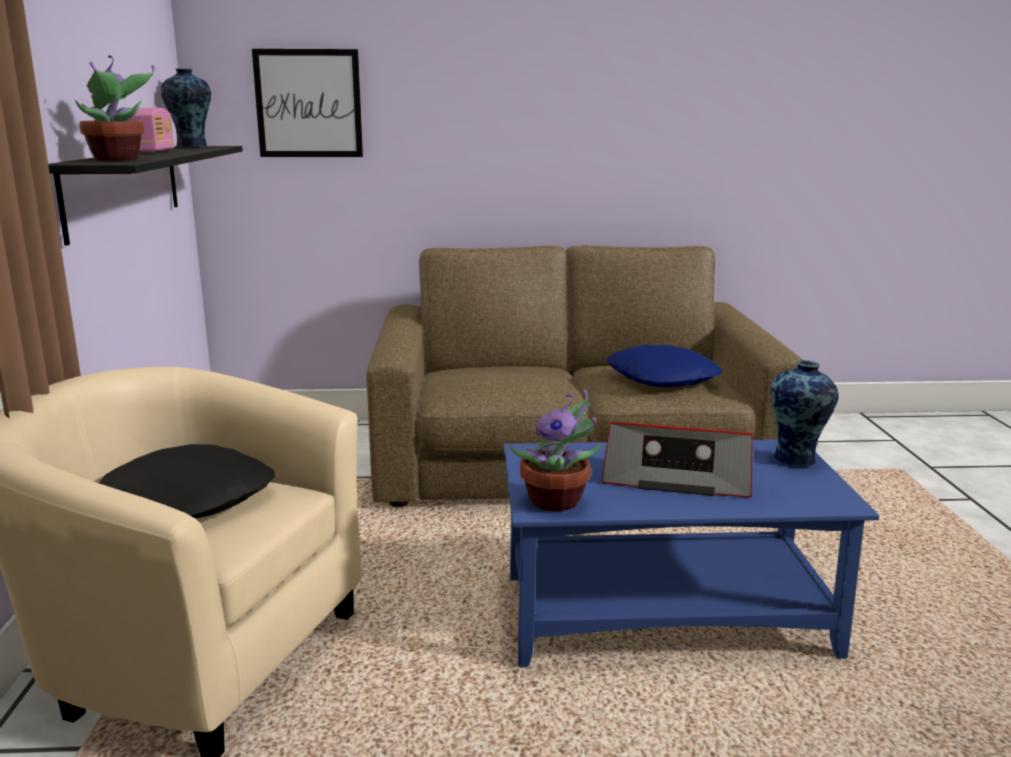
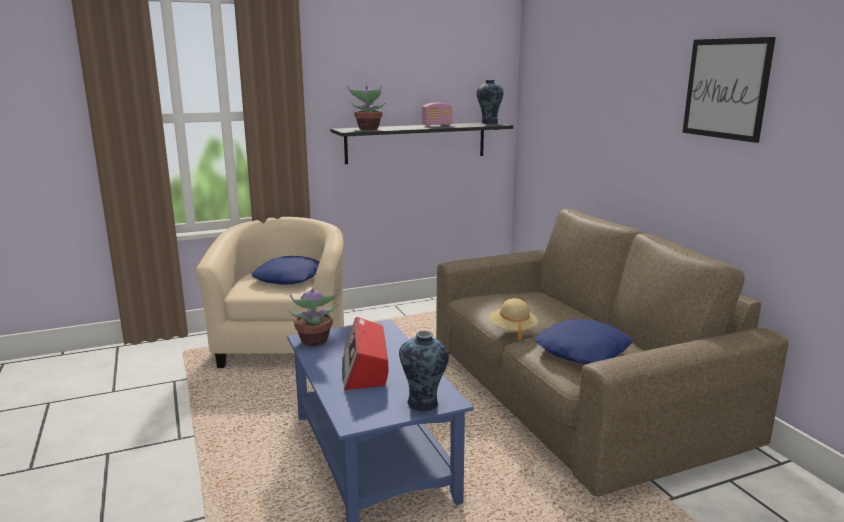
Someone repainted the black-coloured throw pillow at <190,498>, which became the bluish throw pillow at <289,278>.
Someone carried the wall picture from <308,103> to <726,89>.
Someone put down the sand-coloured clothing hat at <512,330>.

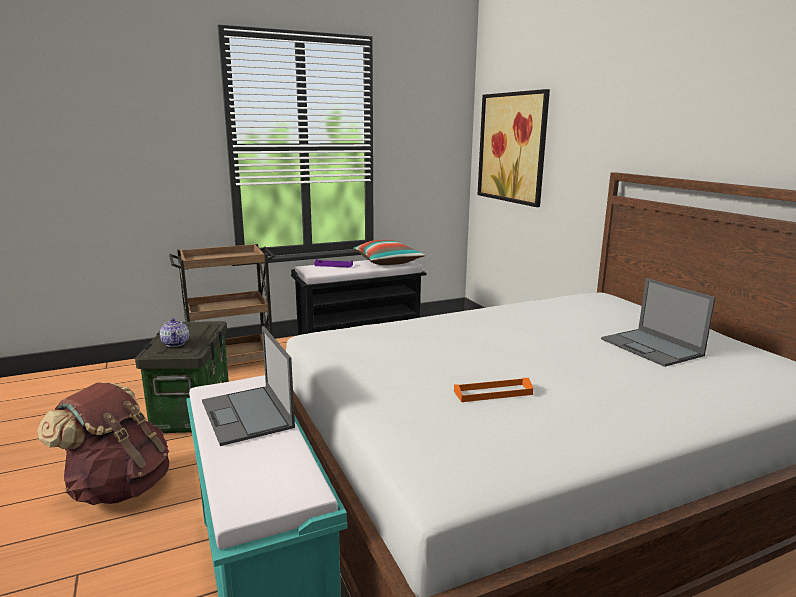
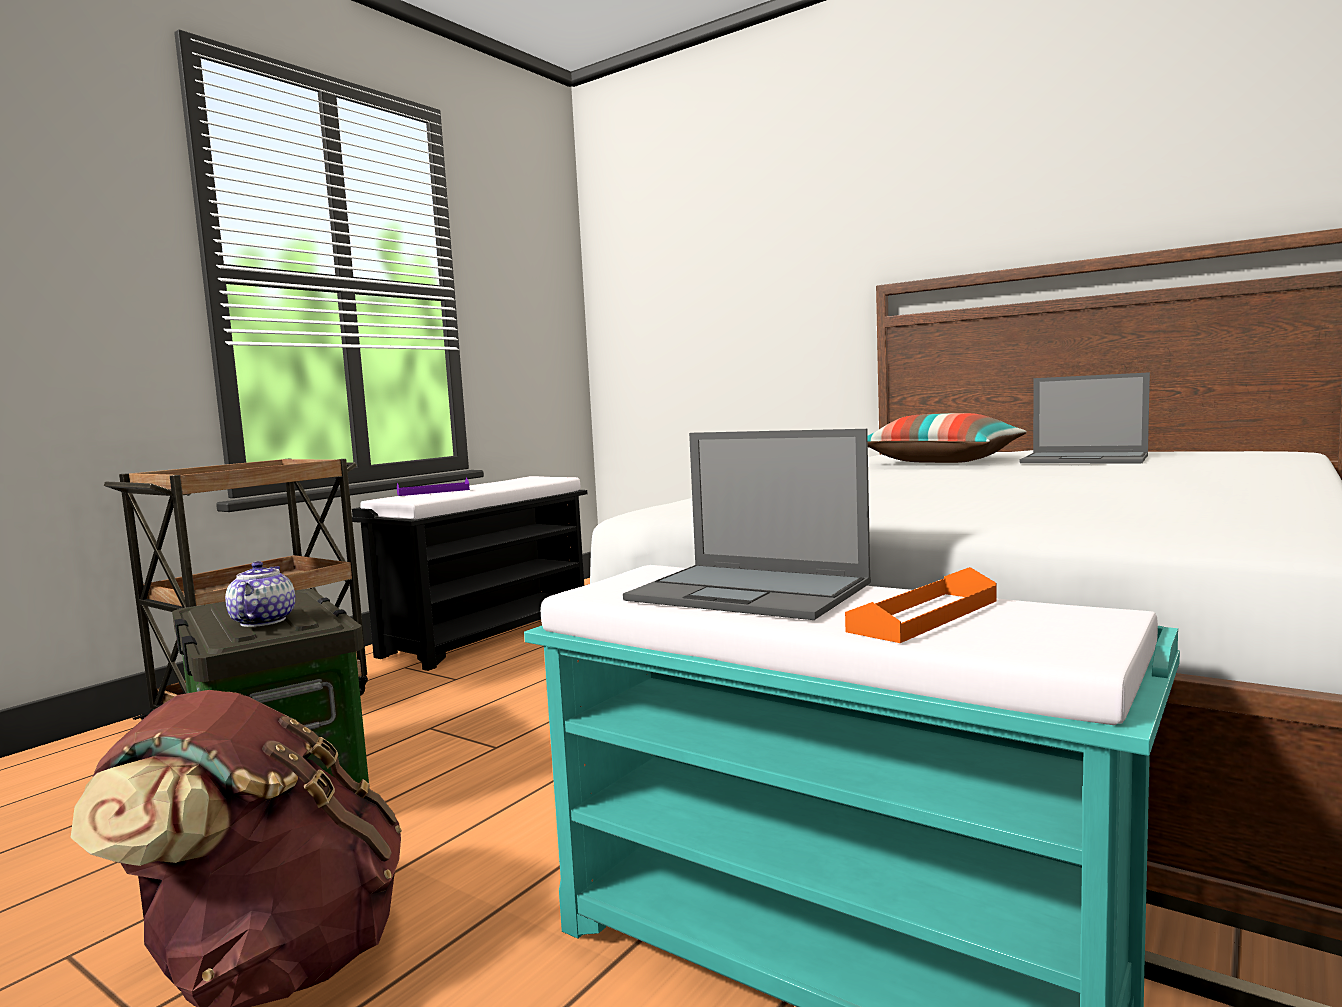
Someone rotated the tea pot at <176,343> by 135 degrees counterclockwise.
Someone carried the throw pillow from <387,262> to <942,461>.
Someone carried the orange-coloured carrying tray from <493,393> to <924,616>.
Someone took away the wall picture at <512,147>.

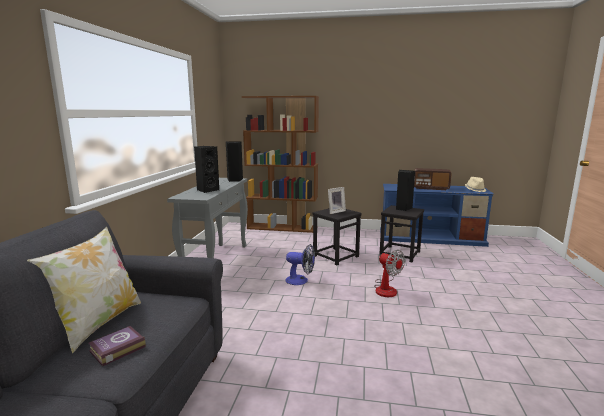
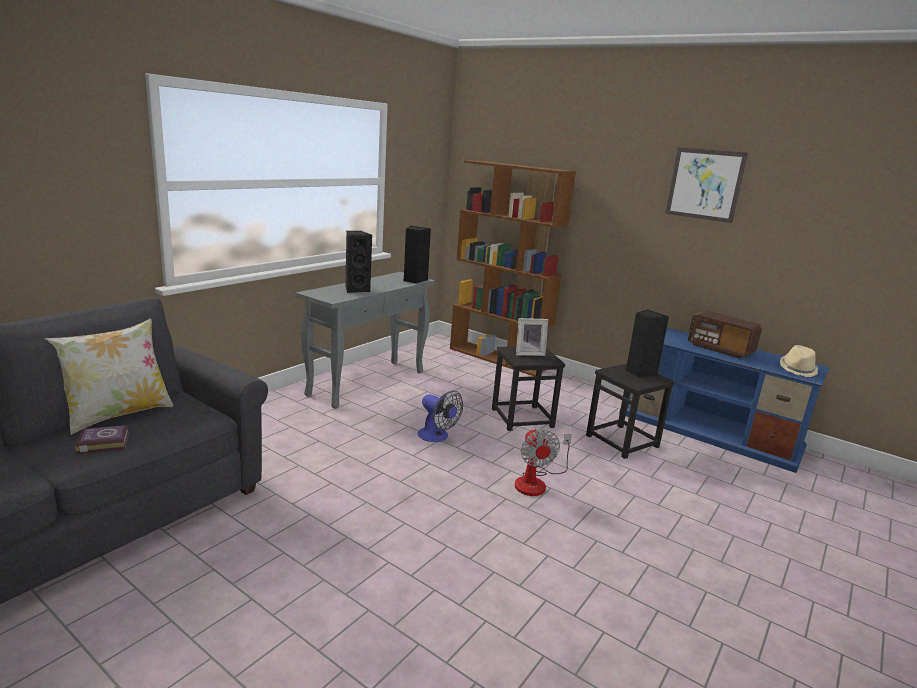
Someone put up the wall picture at <705,184>.

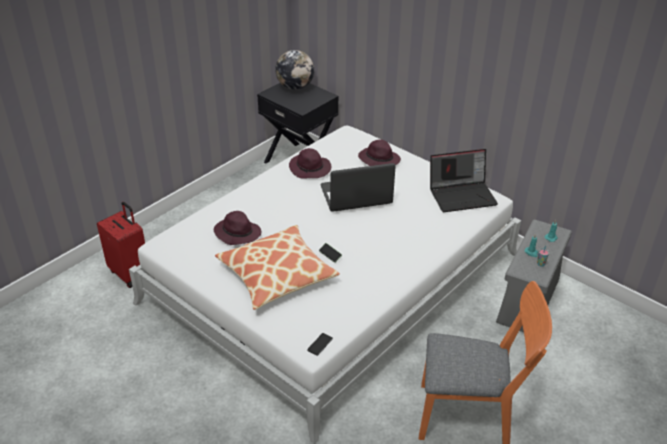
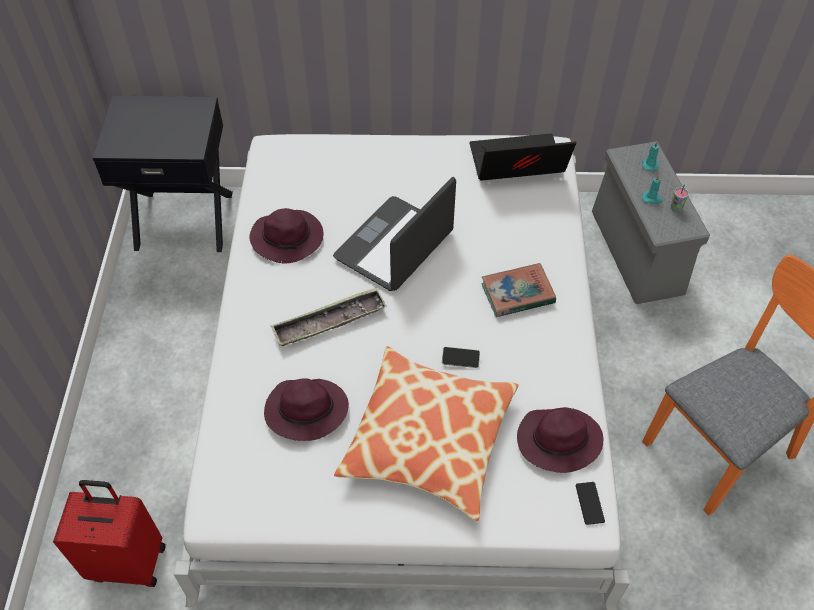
Someone took away the globe at <295,87>.
Someone carried the purple-coloured clothing hat from <378,159> to <557,442>.
Someone rotated the notebook computer at <462,195> by 135 degrees counterclockwise.
Someone put down the carrying tray at <329,321>.
Someone put down the volume at <517,293>.

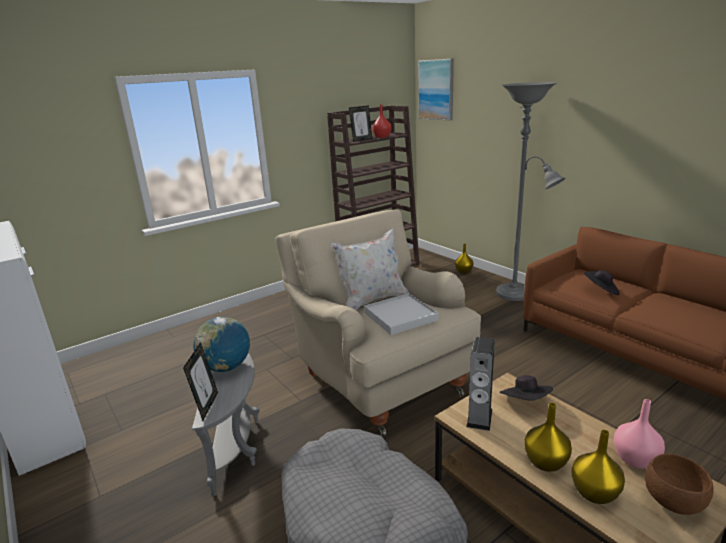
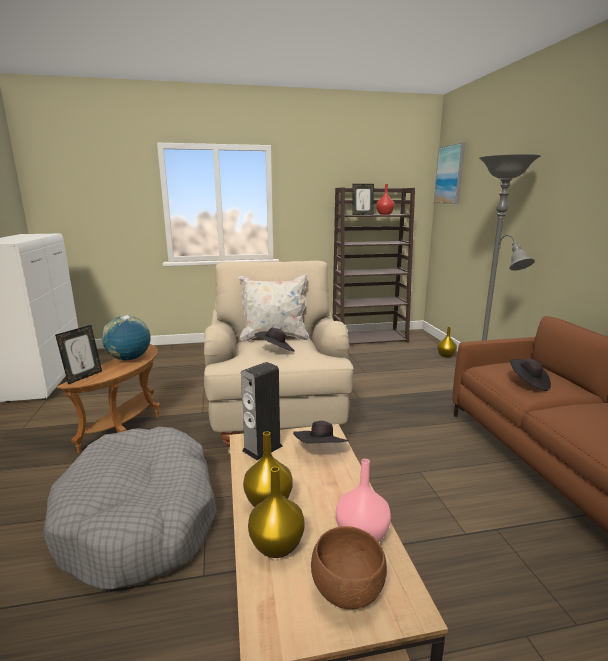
Someone repainted the gray end table at <237,444>, which became the brownish end table at <129,426>.
Someone swapped the whitish carrying tray at <400,316> for the black-coloured clothing hat at <275,351>.

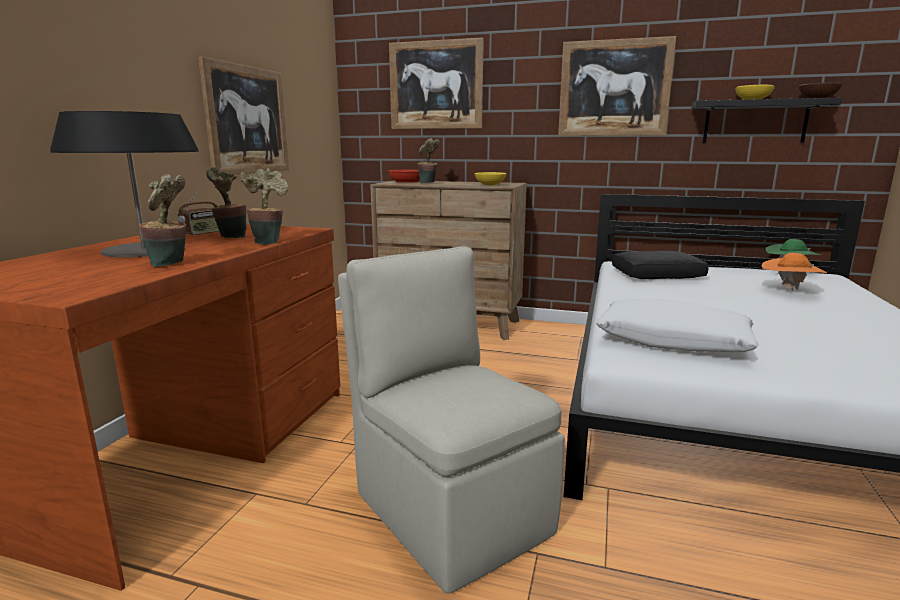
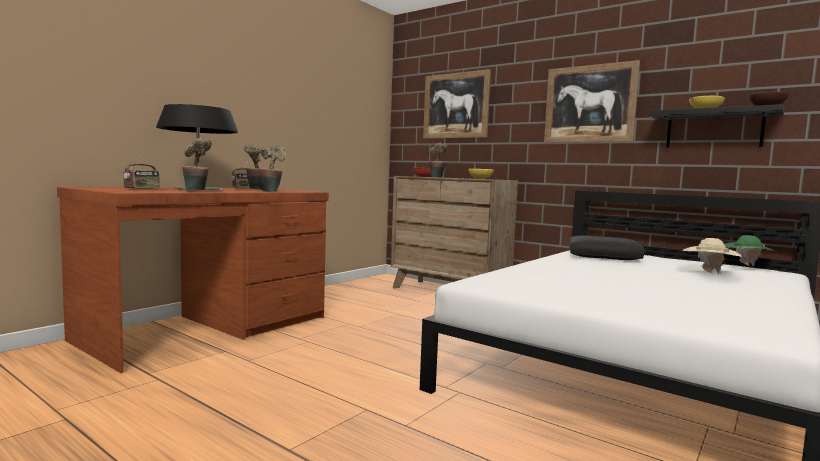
Someone took away the wall picture at <247,120>.
Someone took away the sand-coloured upright chair at <449,509>.
Someone took away the whitish throw pillow at <673,341>.
Someone repainted the orange-coloured clothing hat at <789,290>, which became the sand-coloured clothing hat at <708,273>.
Someone put down the radio set at <142,189>.

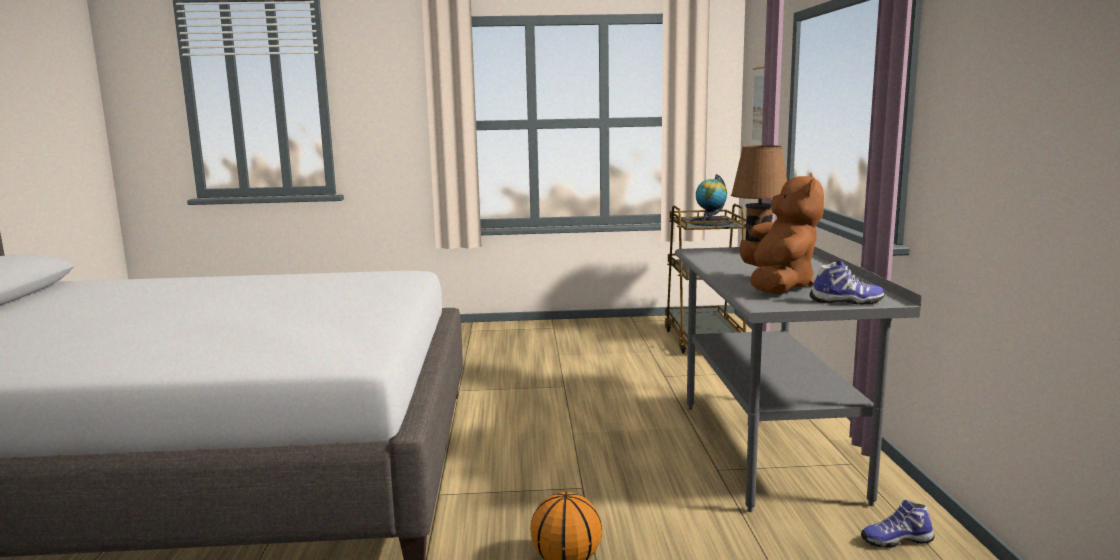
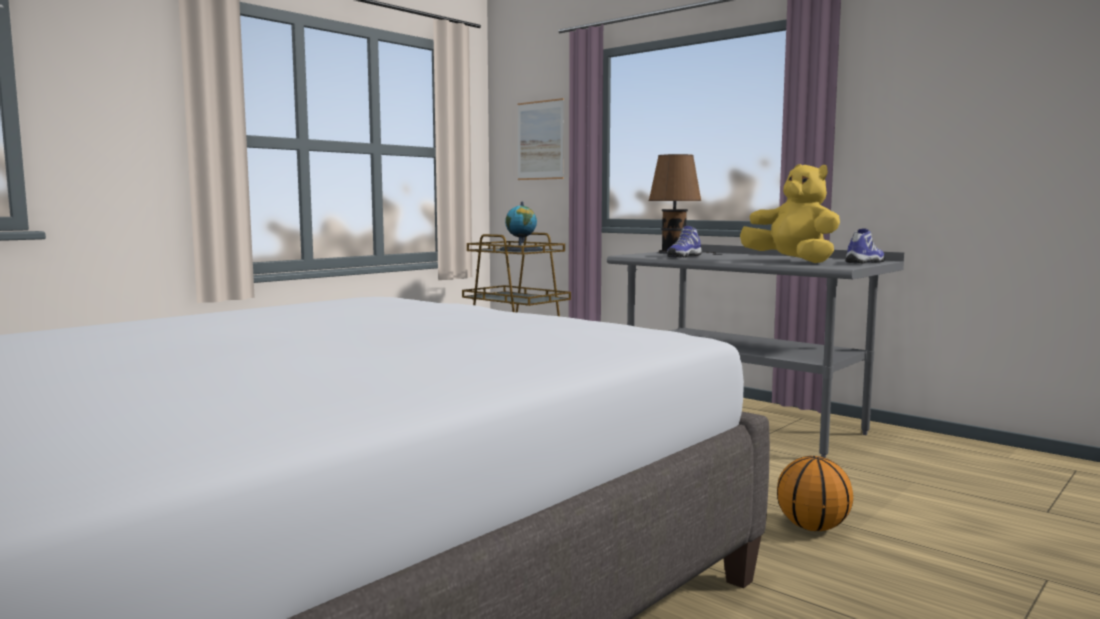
Someone repainted the brownish plush toy at <778,286>, which became the yellowish plush toy at <792,261>.
Someone carried the item of footwear from <896,540> to <683,256>.

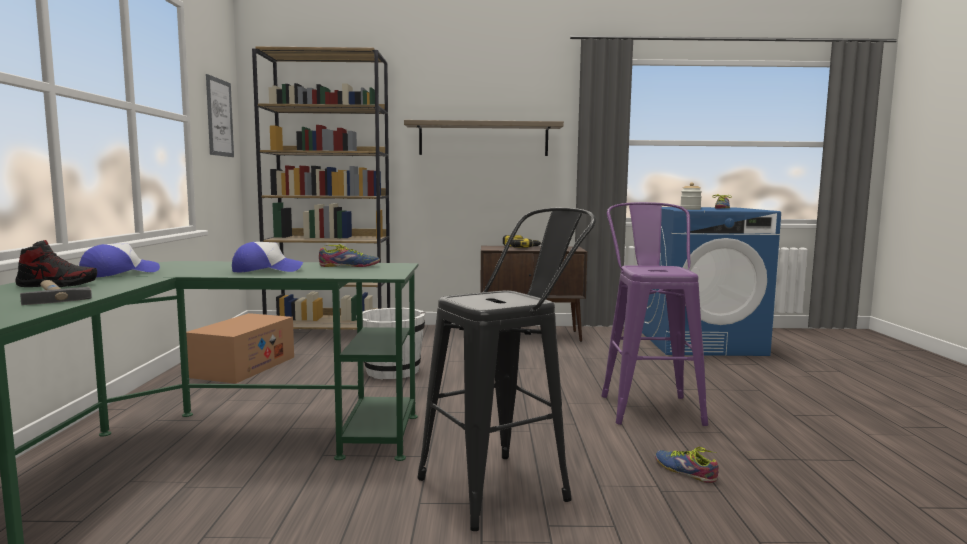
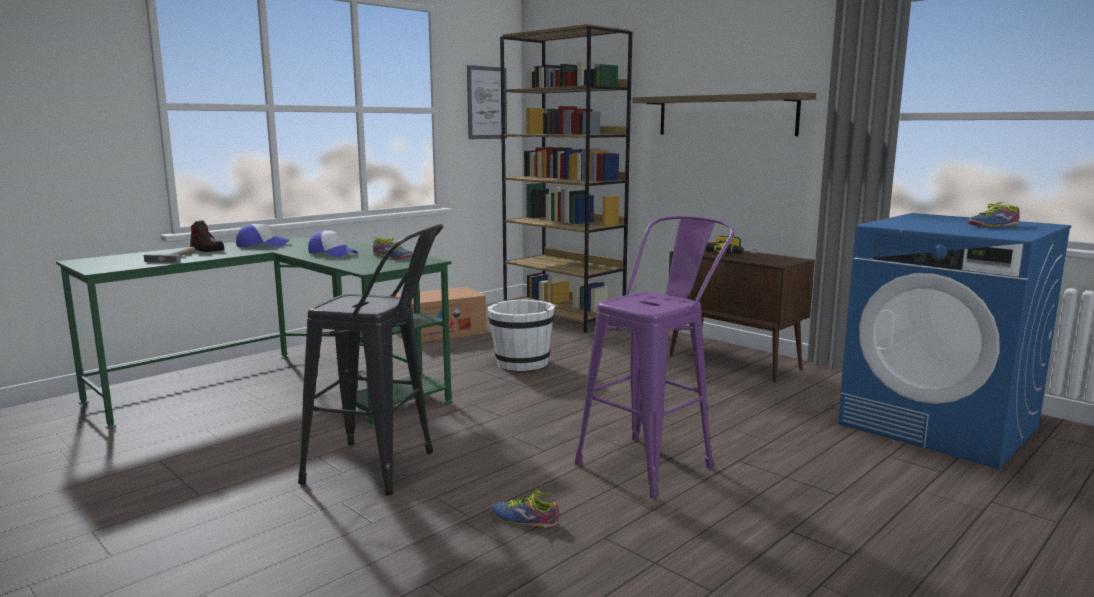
Someone rotated the item of footwear at <686,470> by 75 degrees counterclockwise.
Someone took away the jar at <690,209>.

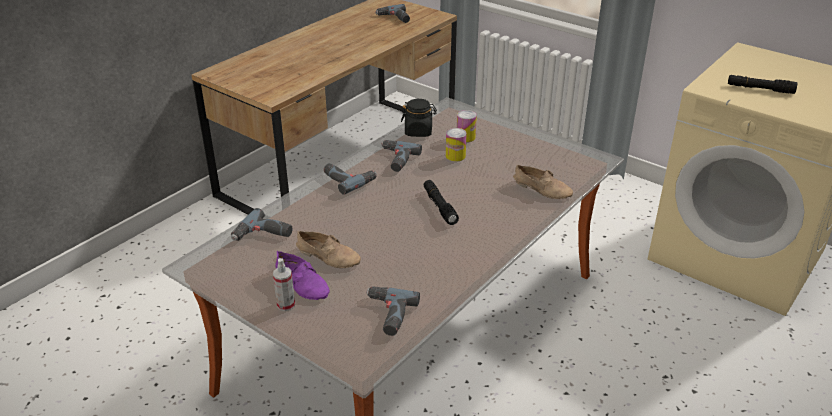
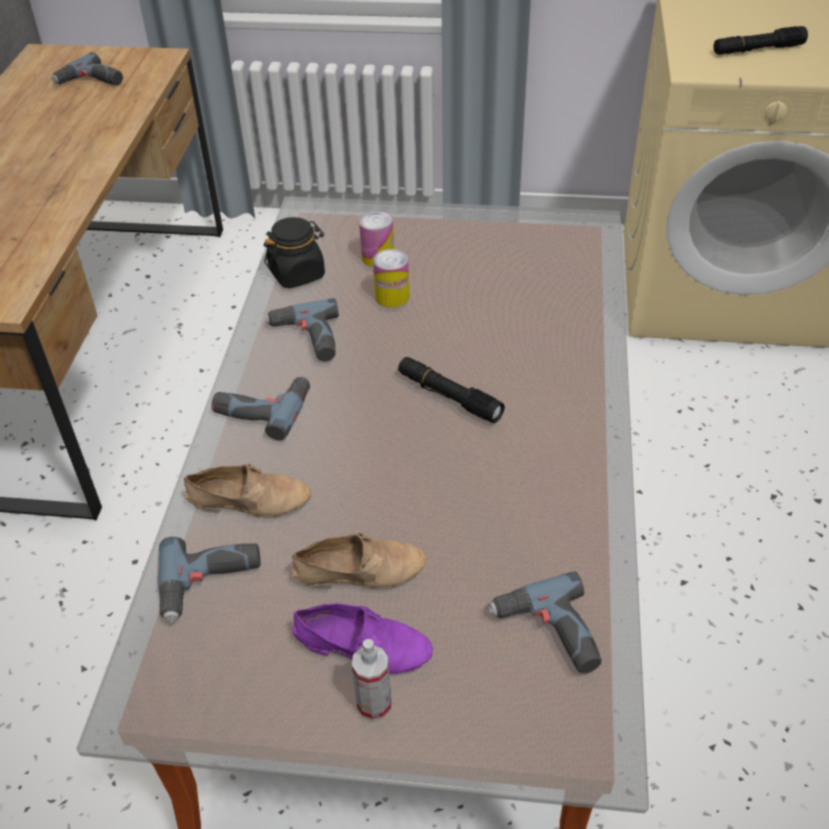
Someone carried the sand-coloured item of footwear from <543,188> to <250,499>.

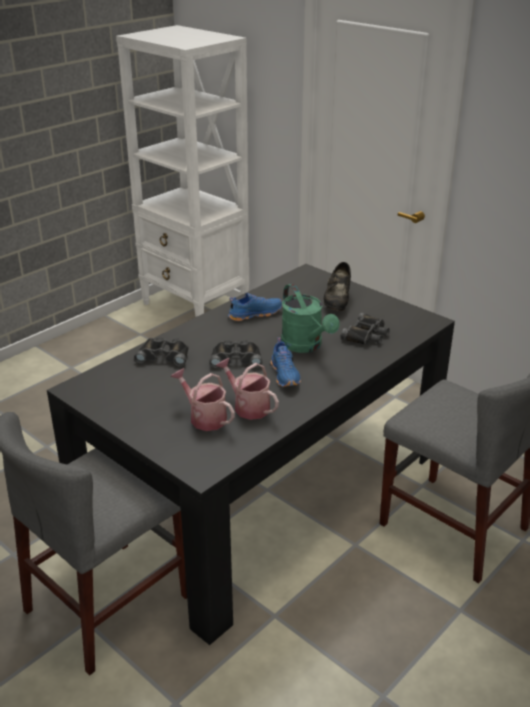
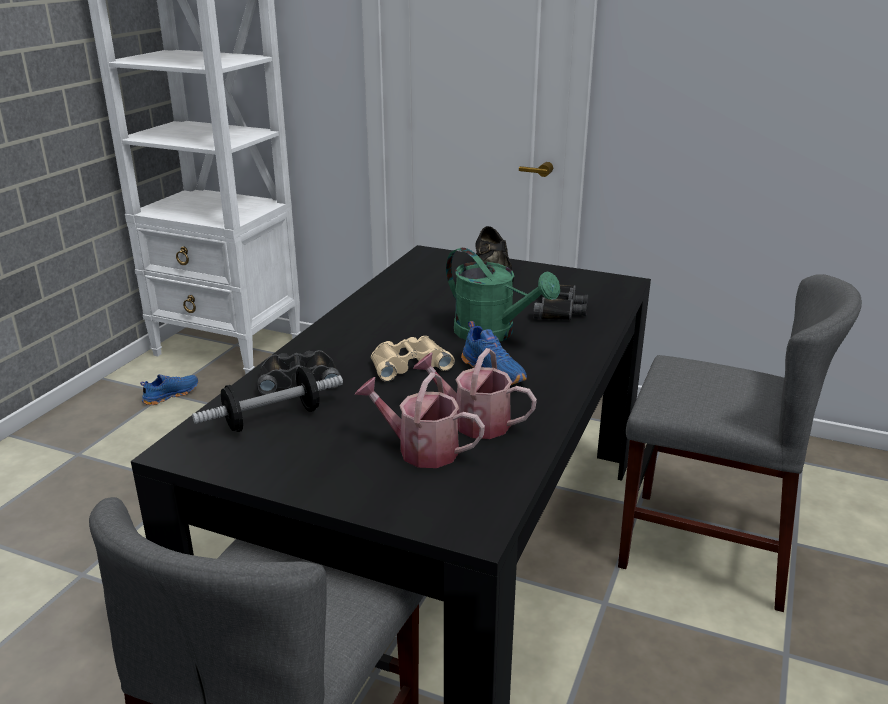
Someone repainted the black-coloured field glasses at <236,358>, which became the sand-coloured field glasses at <408,364>.
Someone carried the bluish item of footwear from <254,314> to <170,395>.
Someone put down the free weight at <272,418>.

